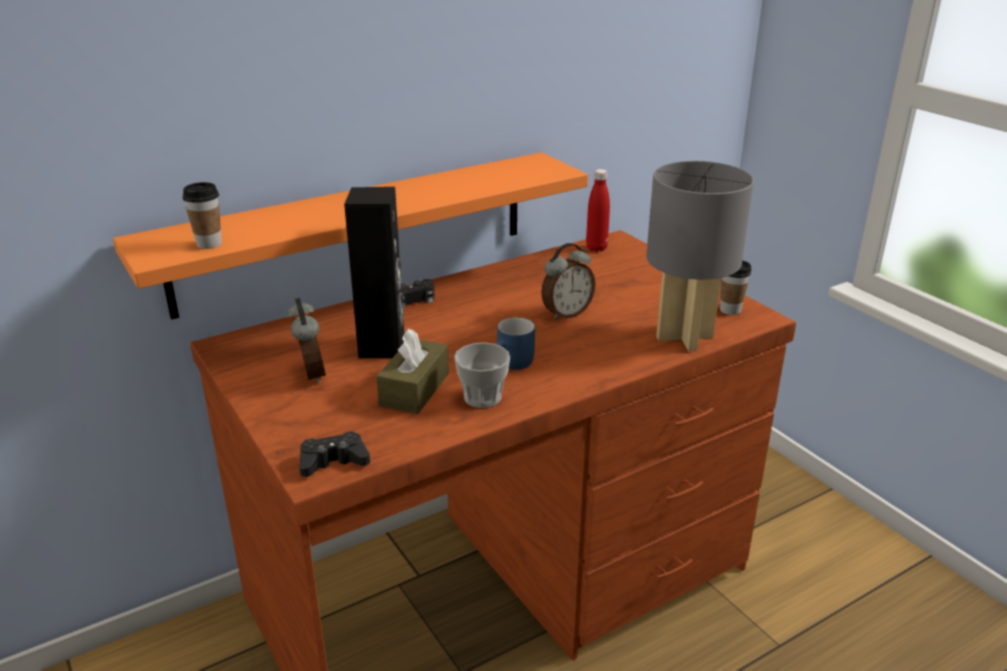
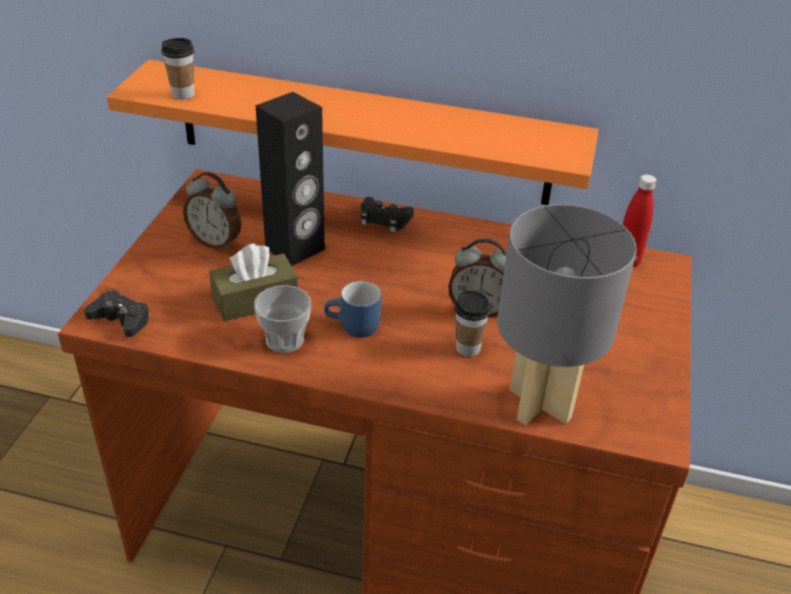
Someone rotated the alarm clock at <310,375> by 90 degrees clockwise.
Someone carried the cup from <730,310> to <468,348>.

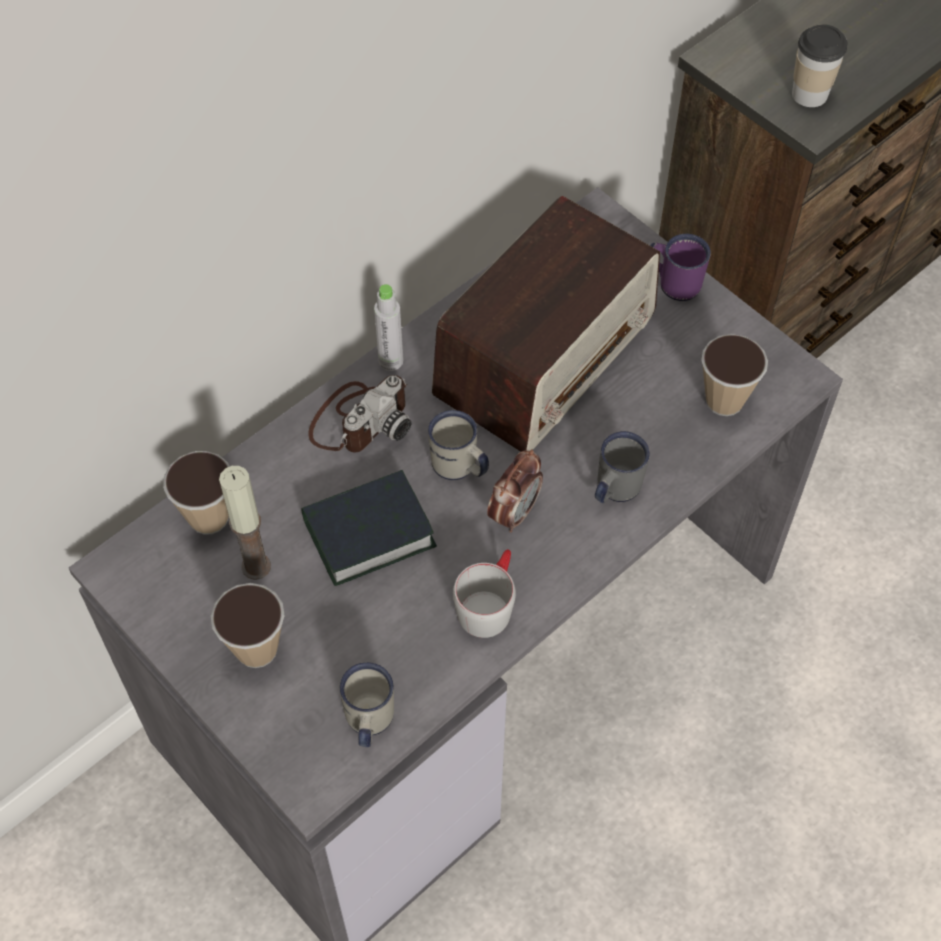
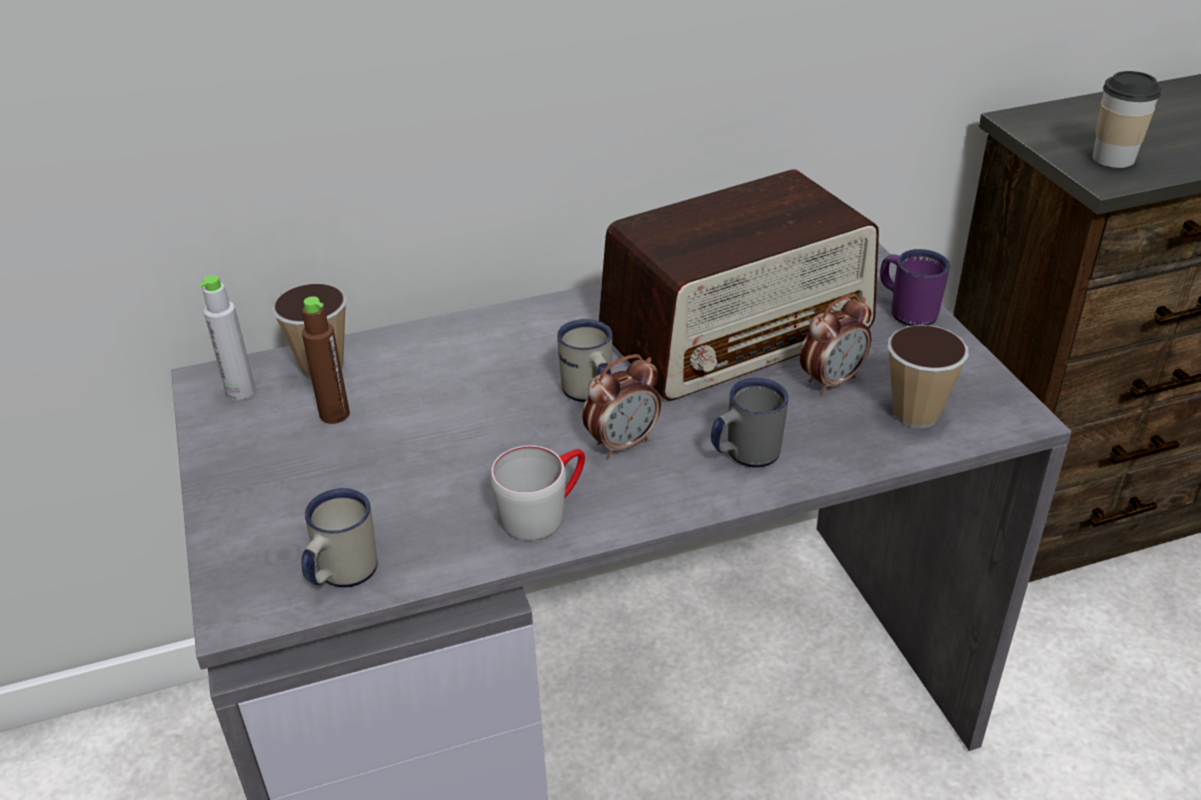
Someone took away the cup at <256,649>.
Someone swapped the candle at <256,566> for the brownish bottle at <334,414>.
Someone took away the volume at <368,533>.
Someone took away the photo camera at <360,419>.
Someone carried the gray bottle from <391,361> to <240,391>.
Someone put down the alarm clock at <832,381>.

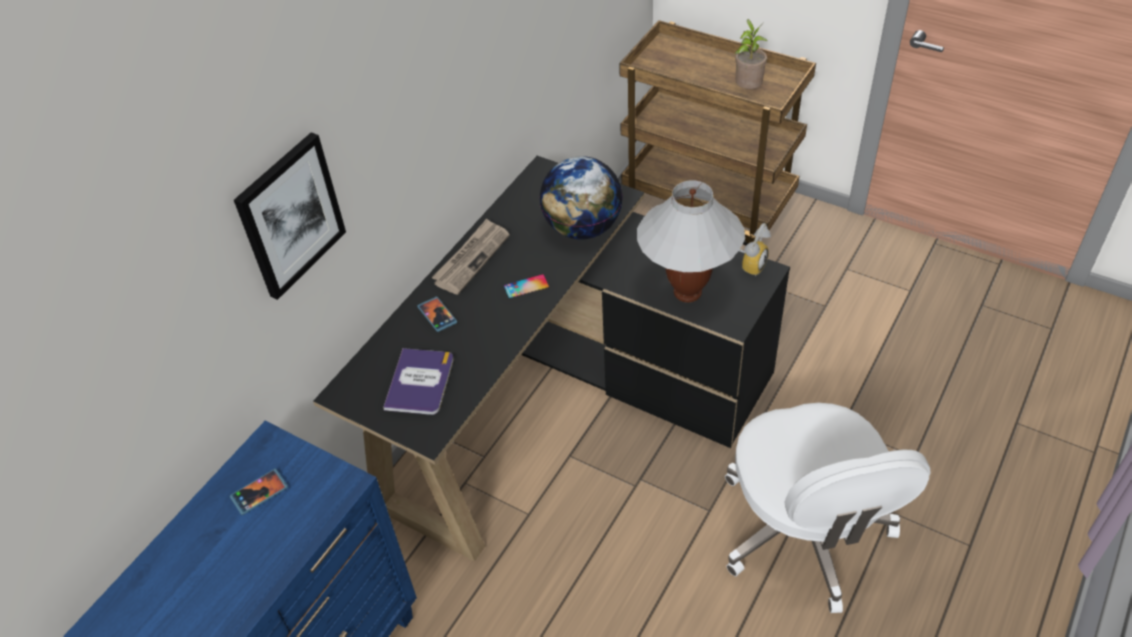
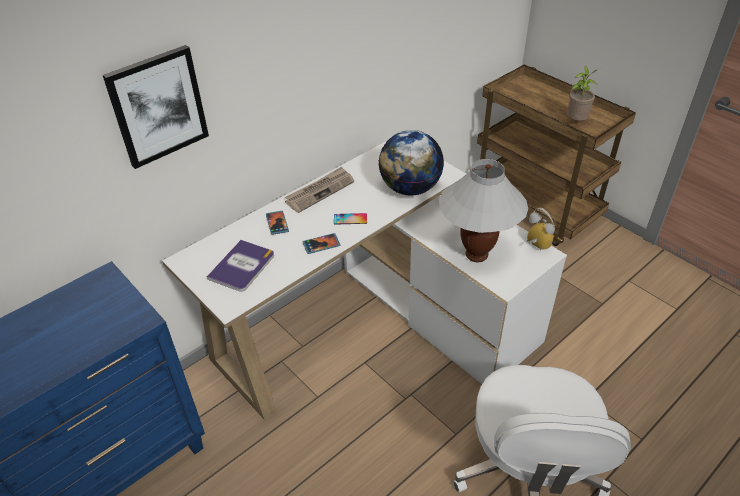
Someone carried the phone from <259,493> to <321,244>.
Someone repainted the black-coloured desk at <562,405>, which became the whitish desk at <373,324>.
Someone rotated the alarm clock at <750,265> by 90 degrees counterclockwise.

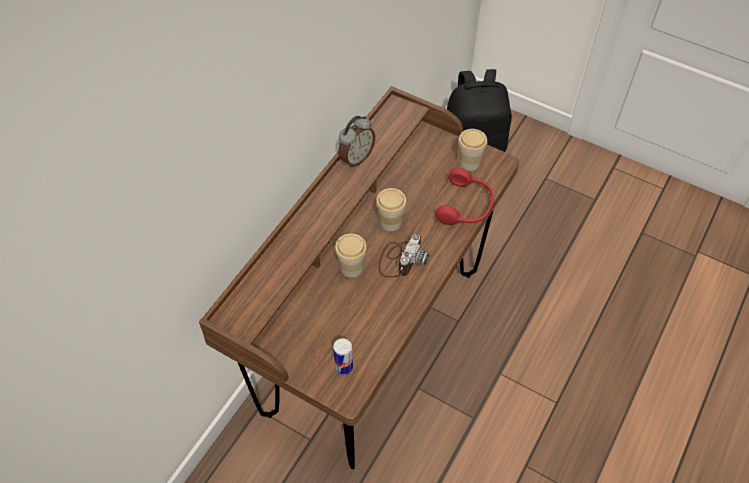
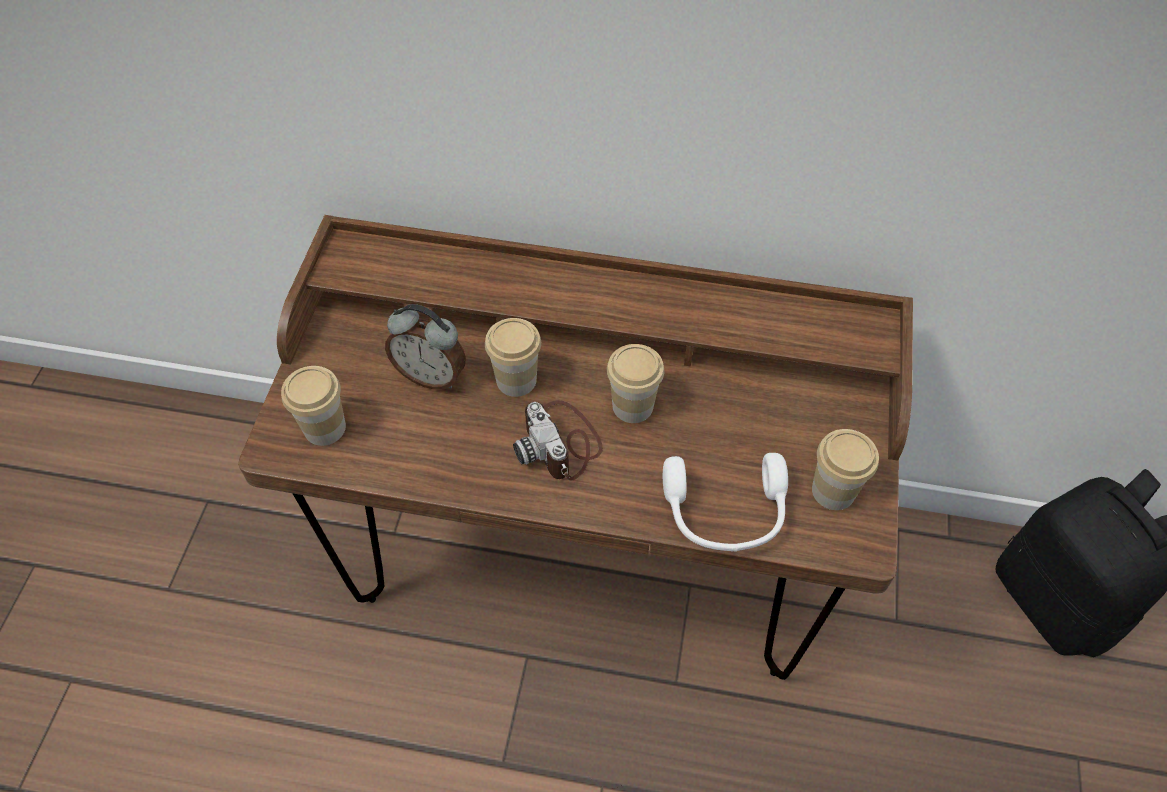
Someone swapped the can at <344,368> for the cup at <325,428>.
Someone carried the alarm clock from <356,158> to <431,375>.
Someone rotated the photo camera at <400,259> by 60 degrees clockwise.
Someone repainted the red-coloured pair of headphones at <466,206>, which became the whitish pair of headphones at <725,513>.

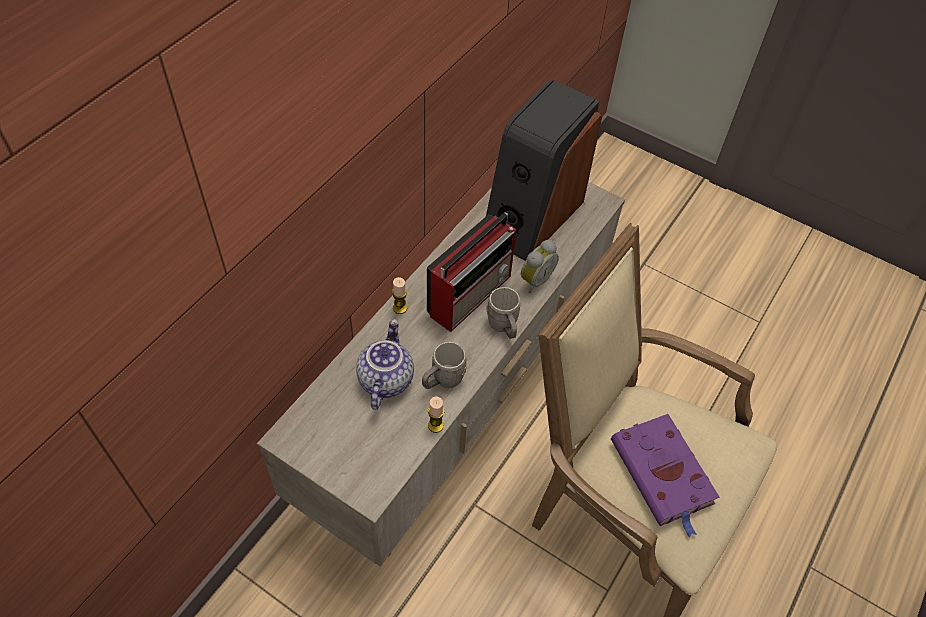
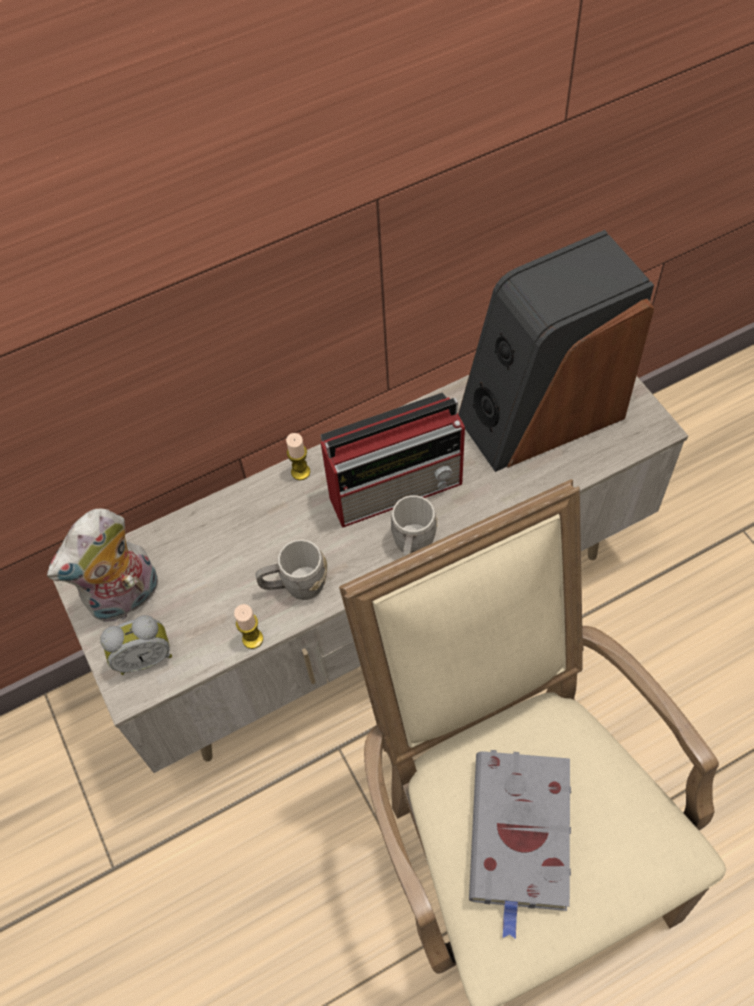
Someone took away the tea pot at <384,379>.
Someone carried the alarm clock from <535,279> to <144,657>.
Someone repainted the purple-coloured volume at <663,475>, which became the gray volume at <521,837>.
Someone put down the plush toy at <125,599>.

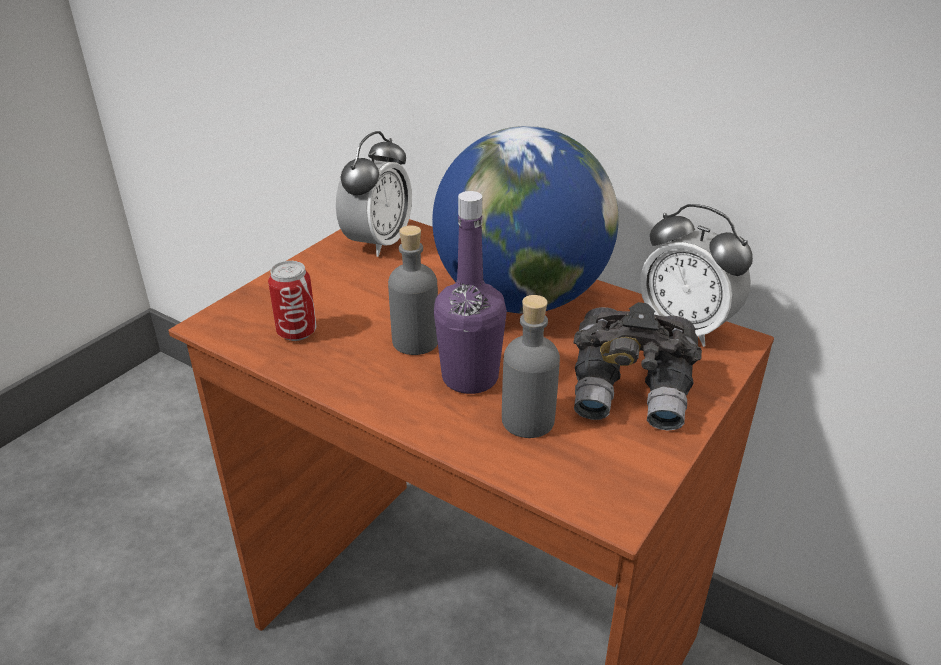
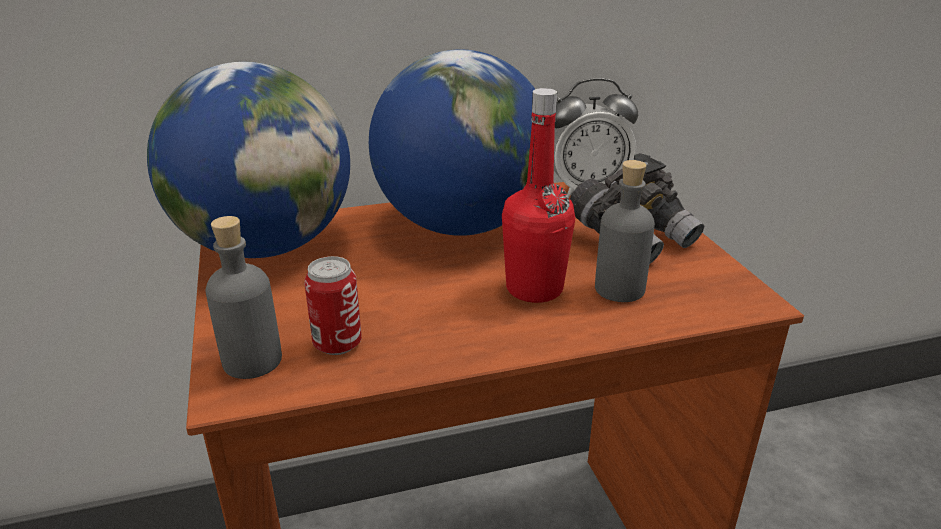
Someone swapped the alarm clock at <378,243> for the globe at <265,246>.
Someone carried the gray bottle from <415,341> to <252,361>.
Someone repainted the purple-coloured bottle at <470,378>, which became the red-coloured bottle at <534,289>.

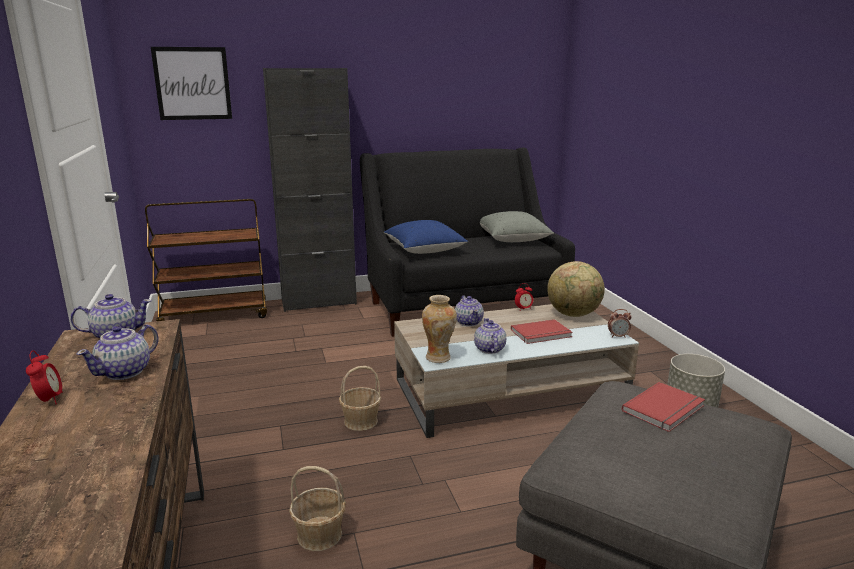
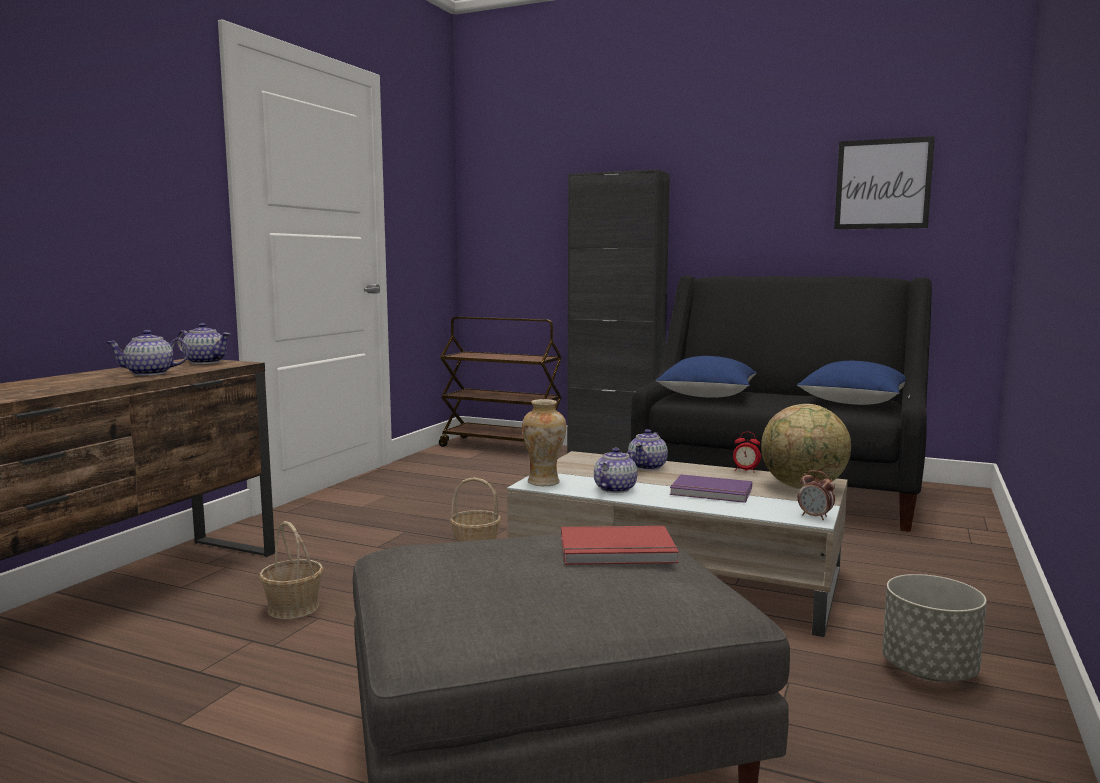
Someone took away the alarm clock at <50,400>.
Someone carried the wall picture from <192,83> to <883,184>.
Someone repainted the gray throw pillow at <512,240>, which became the bluish throw pillow at <853,403>.
Someone repainted the red-coloured volume at <542,334>, which became the purple-coloured volume at <711,492>.

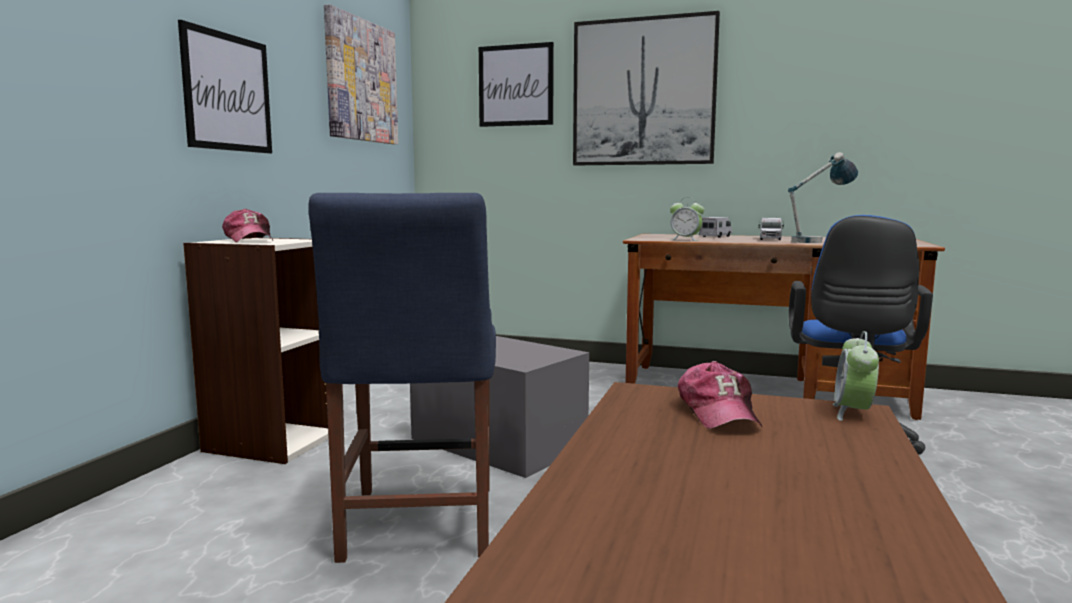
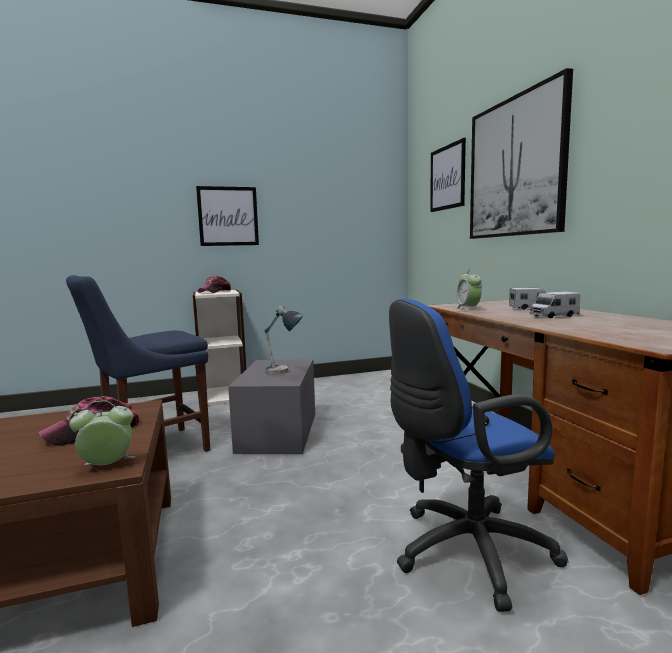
Someone took away the wall picture at <361,81>.
Someone carried the table lamp from <818,241> to <283,373>.

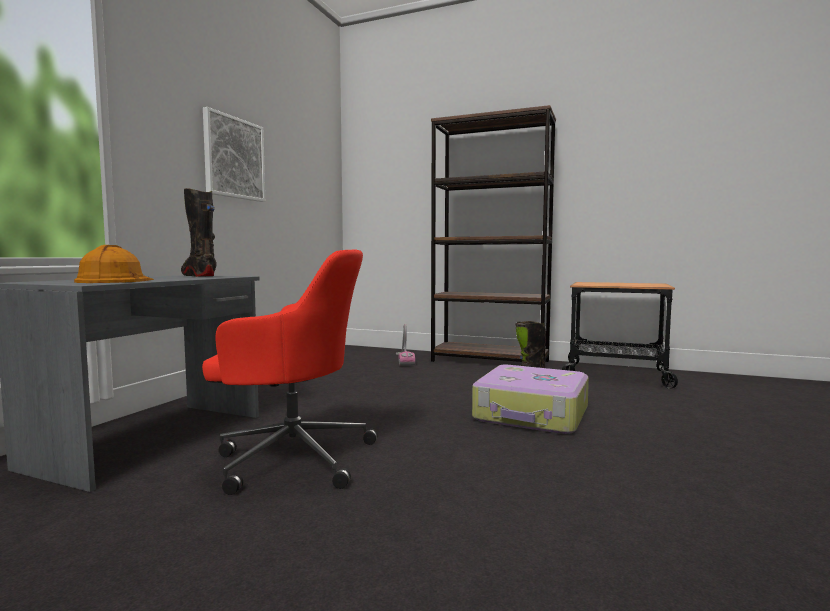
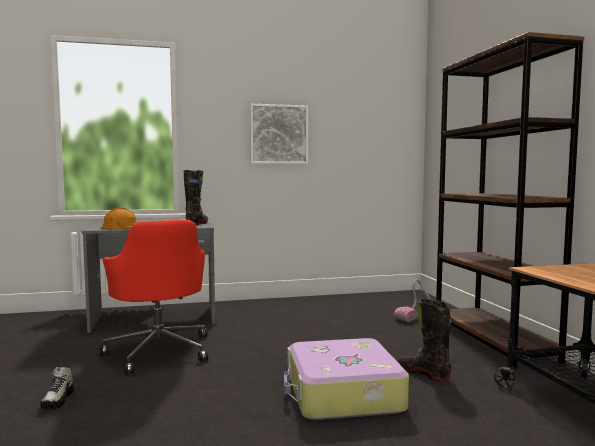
Someone put down the item of footwear at <58,400>.

